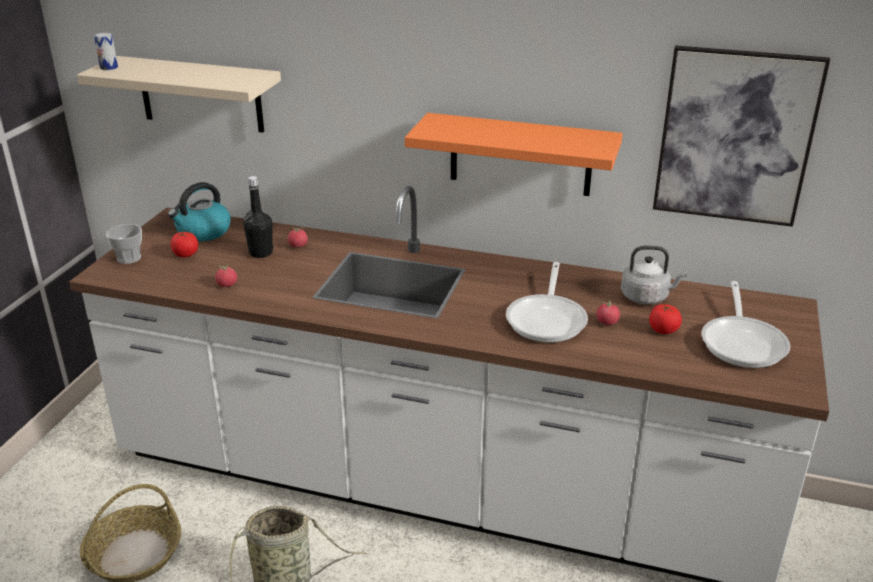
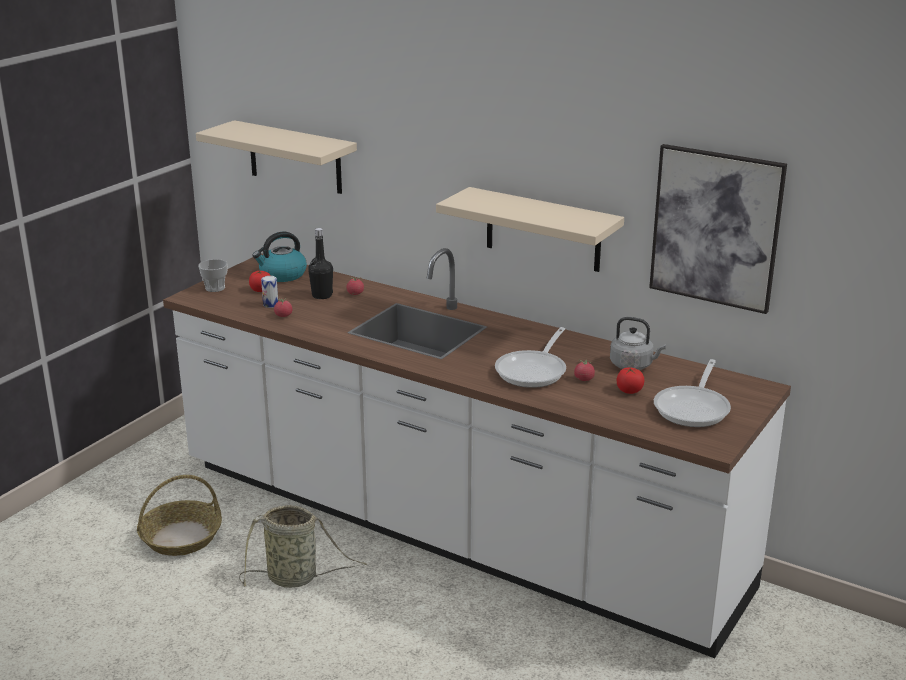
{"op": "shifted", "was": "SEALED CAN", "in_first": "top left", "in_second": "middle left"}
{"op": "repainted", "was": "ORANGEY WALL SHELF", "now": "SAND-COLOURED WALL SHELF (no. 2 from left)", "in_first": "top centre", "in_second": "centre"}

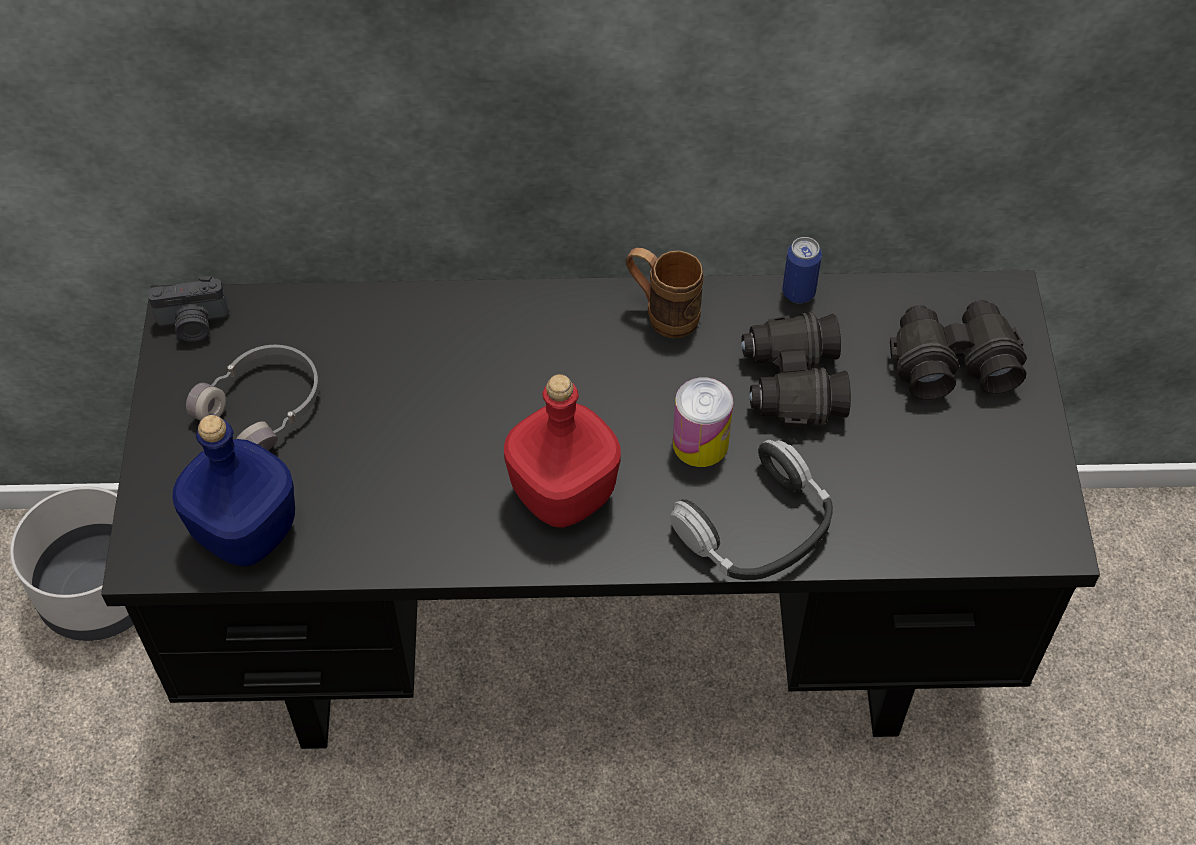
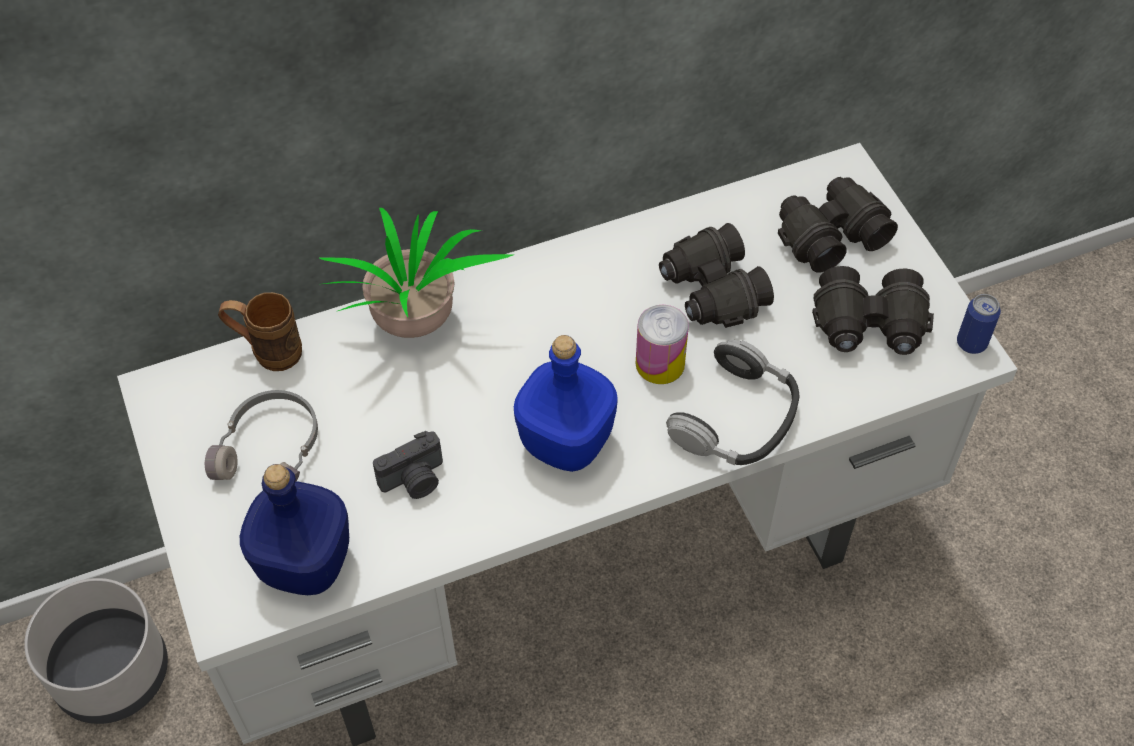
{"op": "repainted", "was": "BLACKISH DESK TABLE", "now": "WHITE DESK TABLE", "in_first": "centre", "in_second": "centre"}
{"op": "shifted", "was": "PHOTO CAMERA", "in_first": "middle left", "in_second": "centre"}
{"op": "repainted", "was": "RED-COLOURED DRINK BOTTLE", "now": "BLUE-COLOURED DRINK BOTTLE (no. 2 from left)", "in_first": "centre", "in_second": "centre"}
{"op": "shifted", "was": "BROWN-COLOURED MUG", "in_first": "centre", "in_second": "middle left"}
{"op": "shifted", "was": "SEALED CAN (no. 2 from left)", "in_first": "top right", "in_second": "middle right"}
{"op": "new", "now": "POTTED PLANT", "in_second": "centre"}
{"op": "new", "now": "BLACKISH FIELD GLASSES (no. 3 from left)", "in_second": "middle right"}

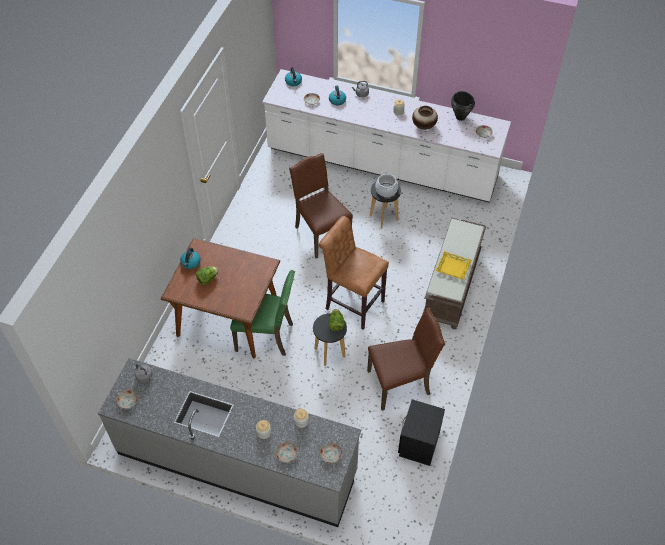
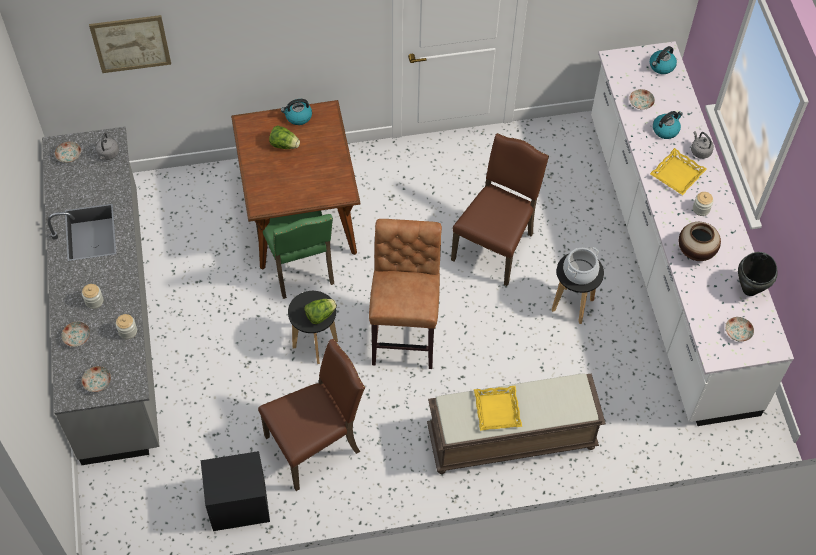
{"op": "rotated", "was": "BROWN-COLOURED PLAIN CHAIR (no. 2 from left in the first image)", "in_first": "centre", "in_second": "bottom centre", "clockwise": -75}
{"op": "new", "now": "PICTURE", "in_second": "top left"}
{"op": "new", "now": "YELLOW-COLOURED TRAY (no. 2 from left)", "in_second": "top right"}

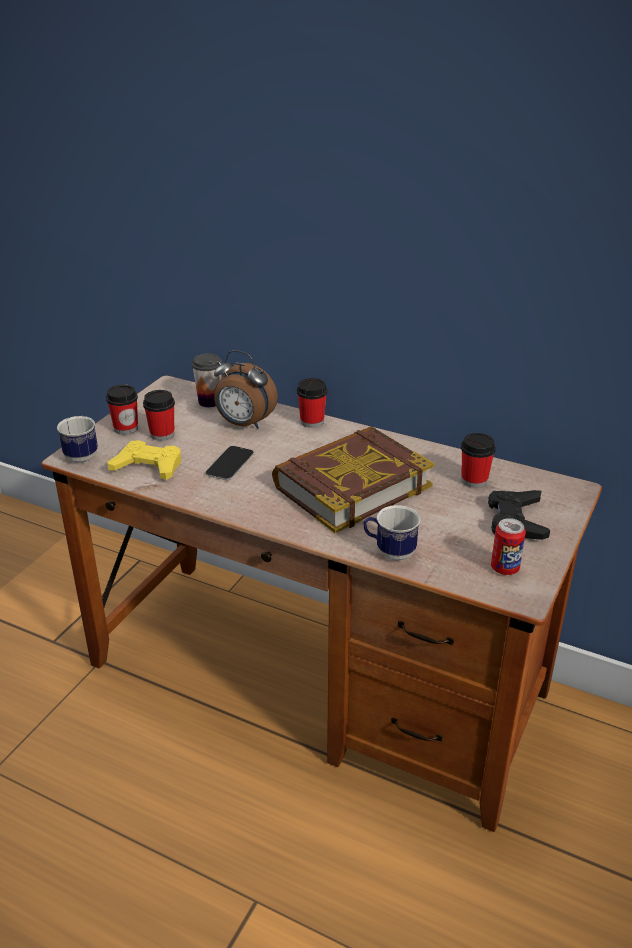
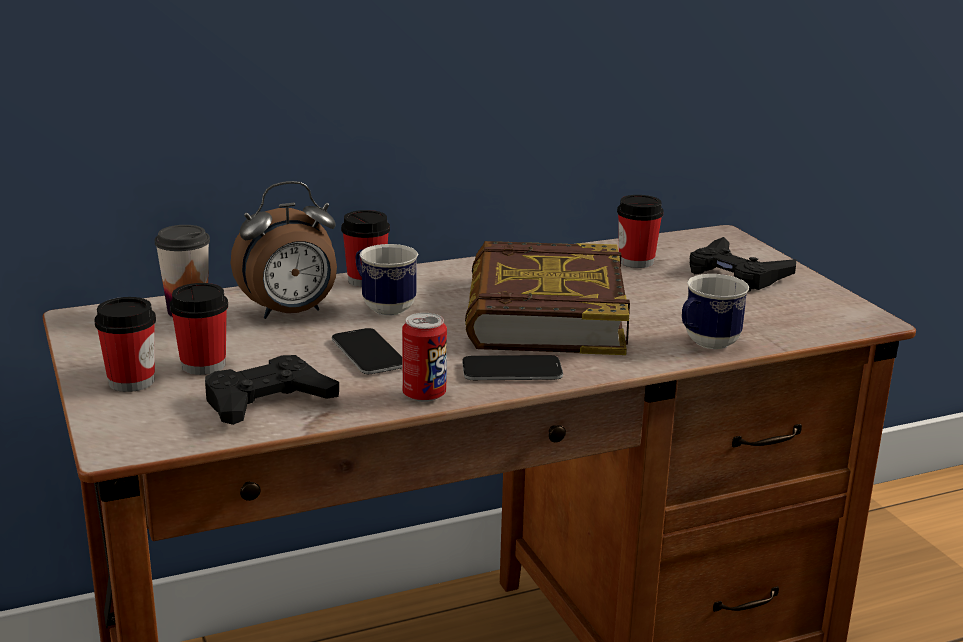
{"op": "shifted", "was": "MUG (no. 1 from left)", "in_first": "middle left", "in_second": "centre"}
{"op": "repainted", "was": "YELLOW-COLOURED JOYPAD", "now": "BLACKISH JOYPAD (no. 1 from left)", "in_first": "middle left", "in_second": "middle left"}
{"op": "shifted", "was": "SEALED CAN", "in_first": "middle right", "in_second": "centre"}
{"op": "new", "now": "TELEPHONE (no. 2 from left)", "in_second": "centre"}

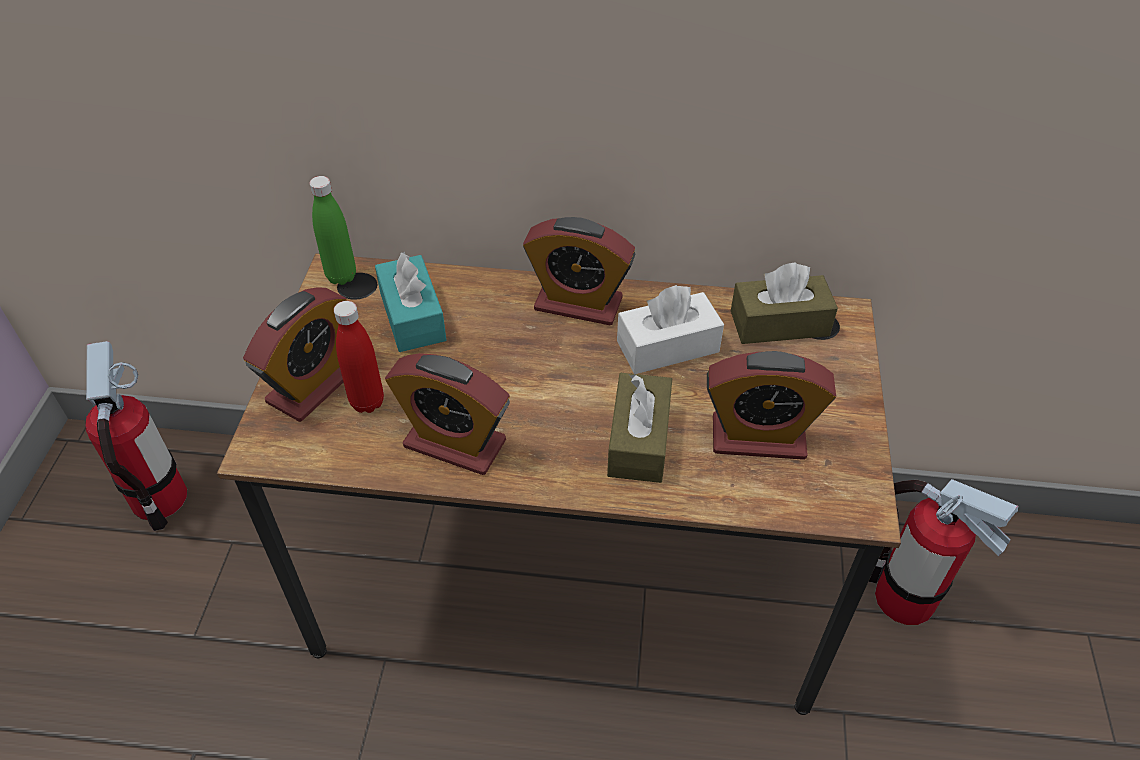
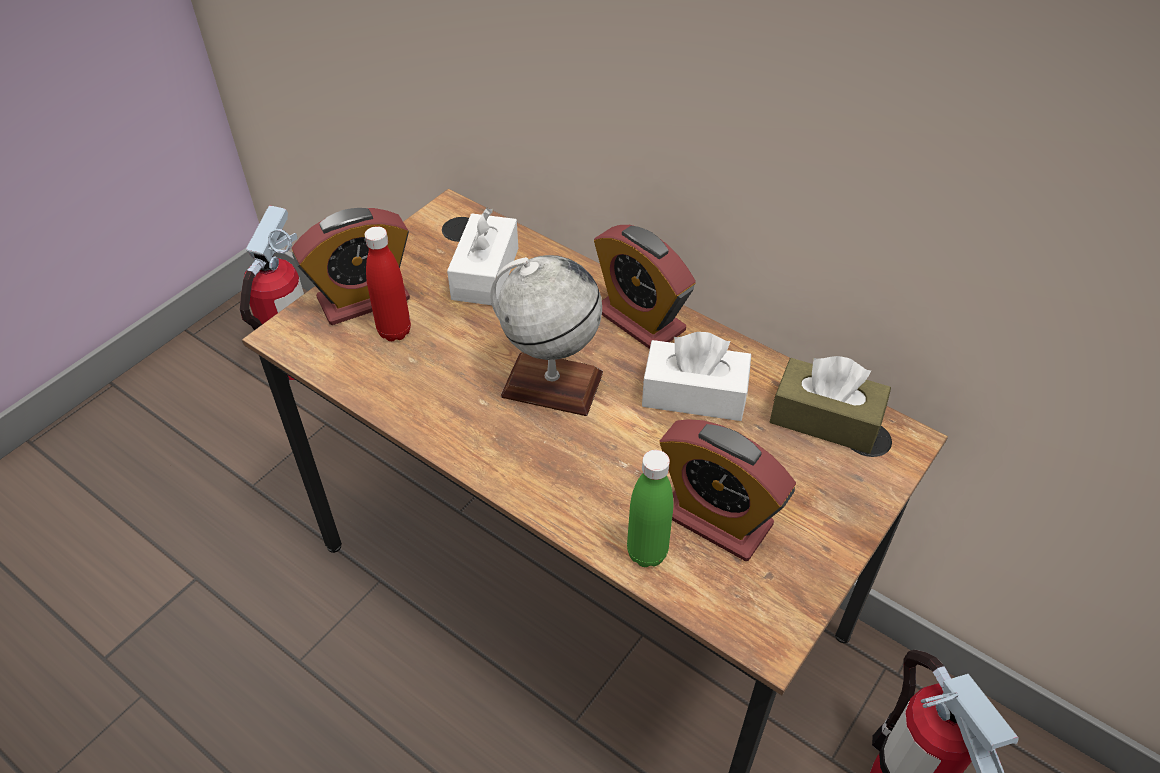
{"op": "shifted", "was": "GREENISH DRINK BOTTLE", "in_first": "top left", "in_second": "centre"}
{"op": "repainted", "was": "TURQUOISE-COLOURED TISSUE HOLDER", "now": "WHITE TISSUE HOLDER (no. 1 from left)", "in_first": "centre", "in_second": "top centre"}
{"op": "gone", "was": "ALARM CLOCK (no. 2 from left)", "in_first": "centre"}
{"op": "gone", "was": "BROWN-COLOURED TISSUE HOLDER (no. 1 from left)", "in_first": "centre"}
{"op": "new", "now": "DESK GLOBE", "in_second": "centre"}

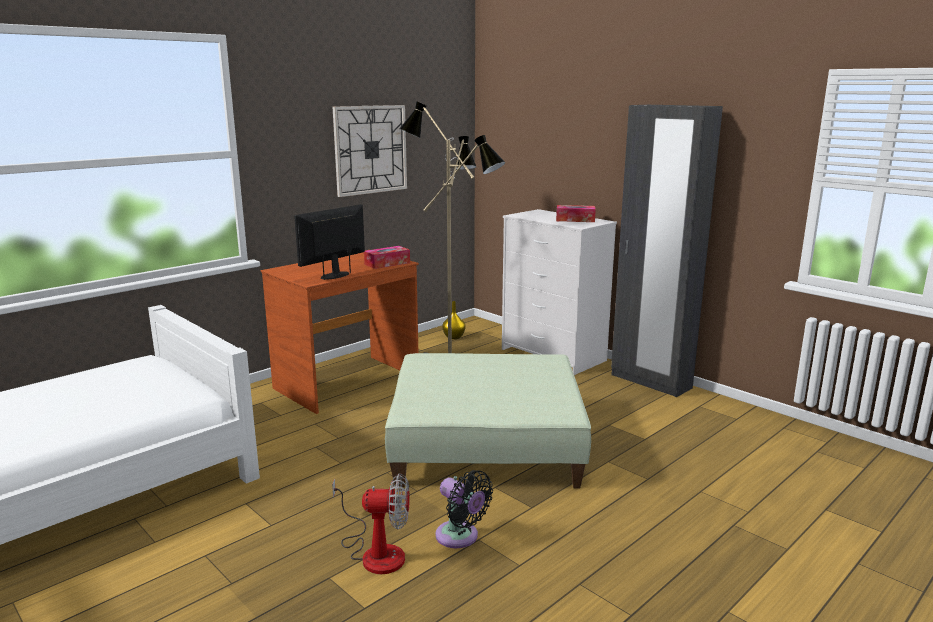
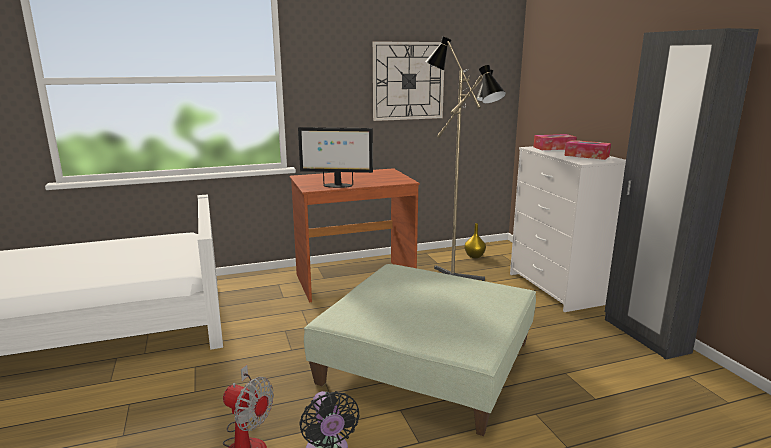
{"op": "rotated", "was": "COMPUTER DISPLAY", "in_first": "centre", "in_second": "centre", "clockwise": -150}
{"op": "shifted", "was": "TISSUE HOLDER (no. 1 from left)", "in_first": "centre", "in_second": "top right"}

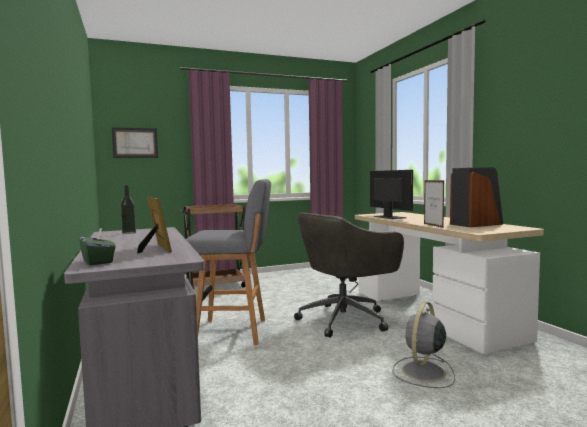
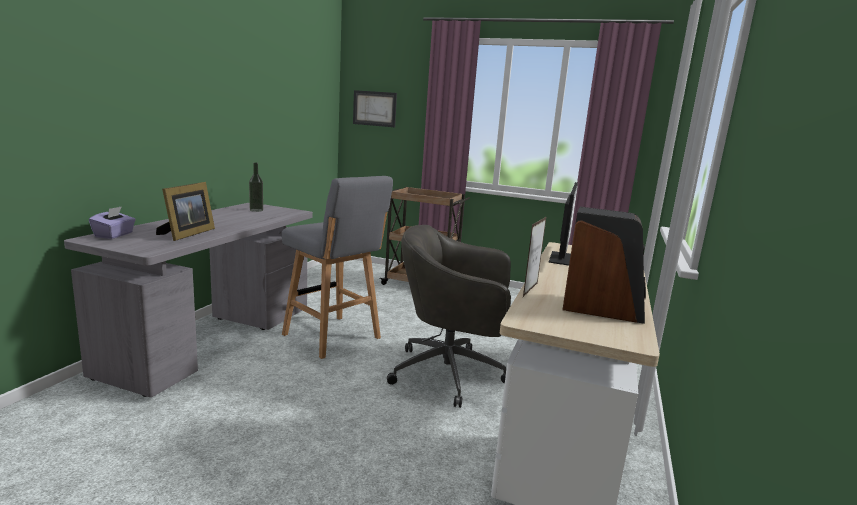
{"op": "repainted", "was": "GREENISH TISSUE HOLDER", "now": "PURPLE TISSUE HOLDER", "in_first": "middle left", "in_second": "middle left"}
{"op": "gone", "was": "GRAY FAN", "in_first": "bottom right"}

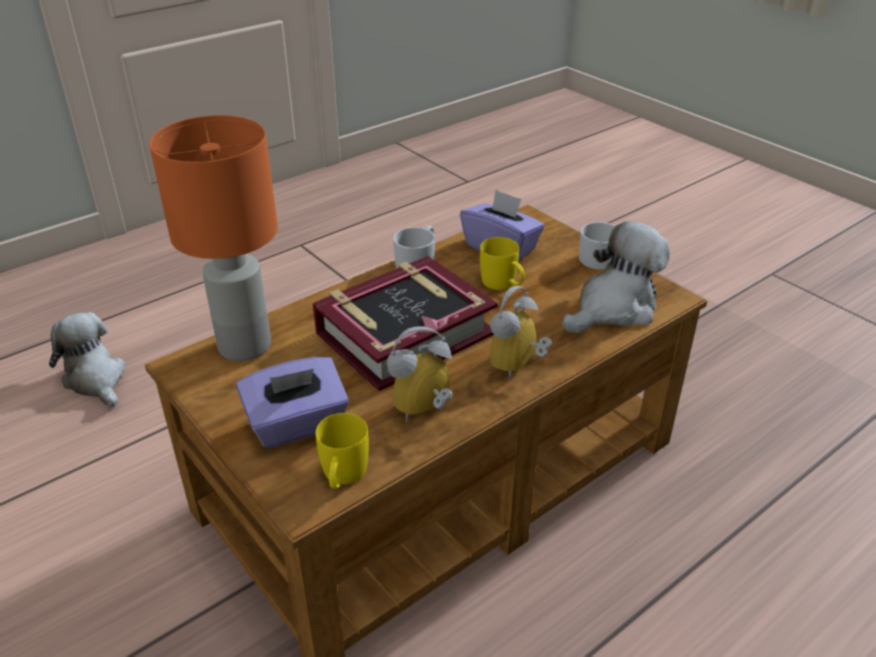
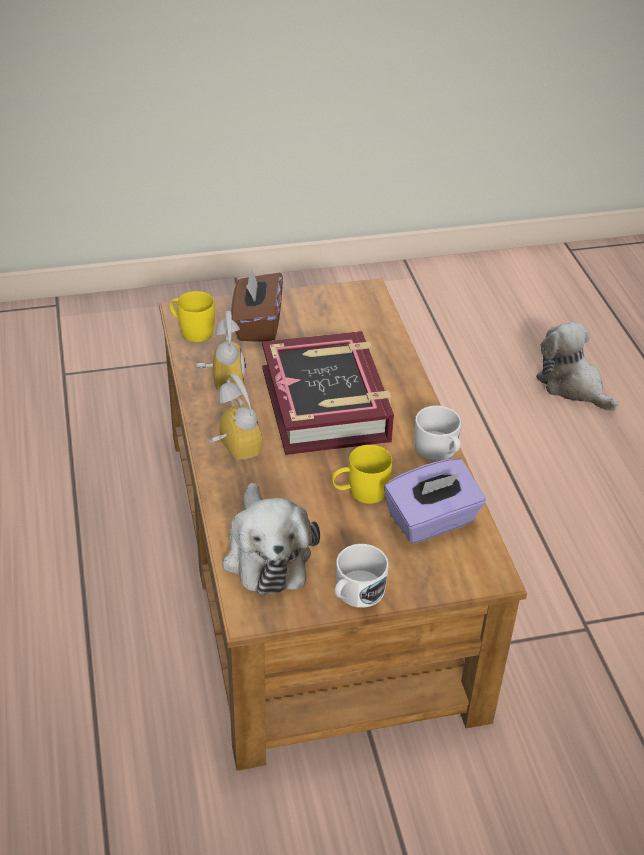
{"op": "rotated", "was": "SOFT TOY (no. 1 from left in the first image)", "in_first": "middle left", "in_second": "middle right", "clockwise": -120}
{"op": "gone", "was": "ORANGEY TABLE LAMP", "in_first": "middle left"}
{"op": "repainted", "was": "PURPLE TISSUE HOLDER (no. 1 from left)", "now": "BROWN-COLOURED TISSUE HOLDER", "in_first": "centre", "in_second": "centre"}

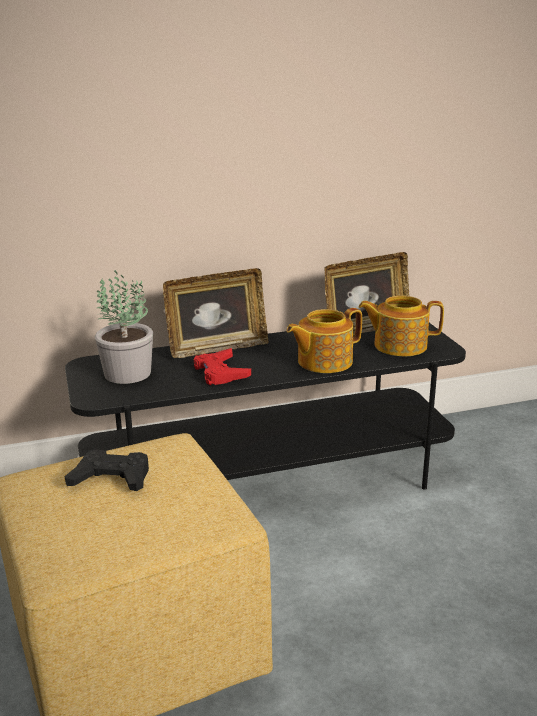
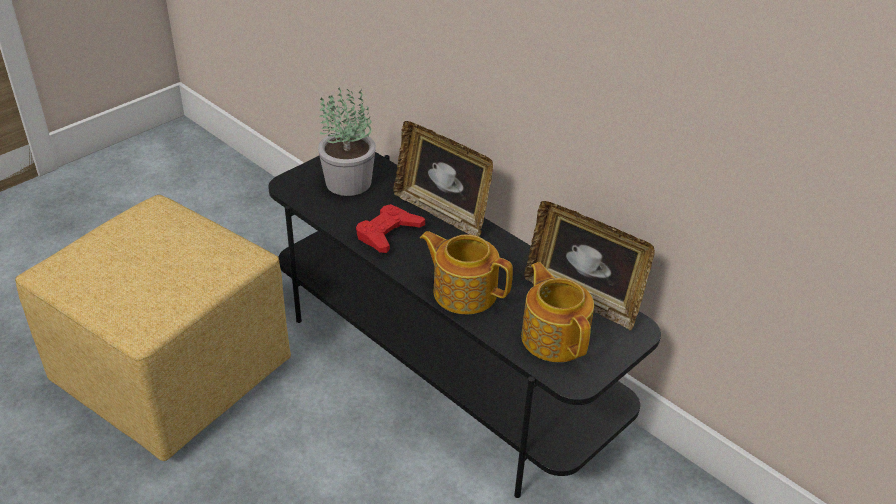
{"op": "gone", "was": "BLACKISH JOYPAD", "in_first": "middle left"}

